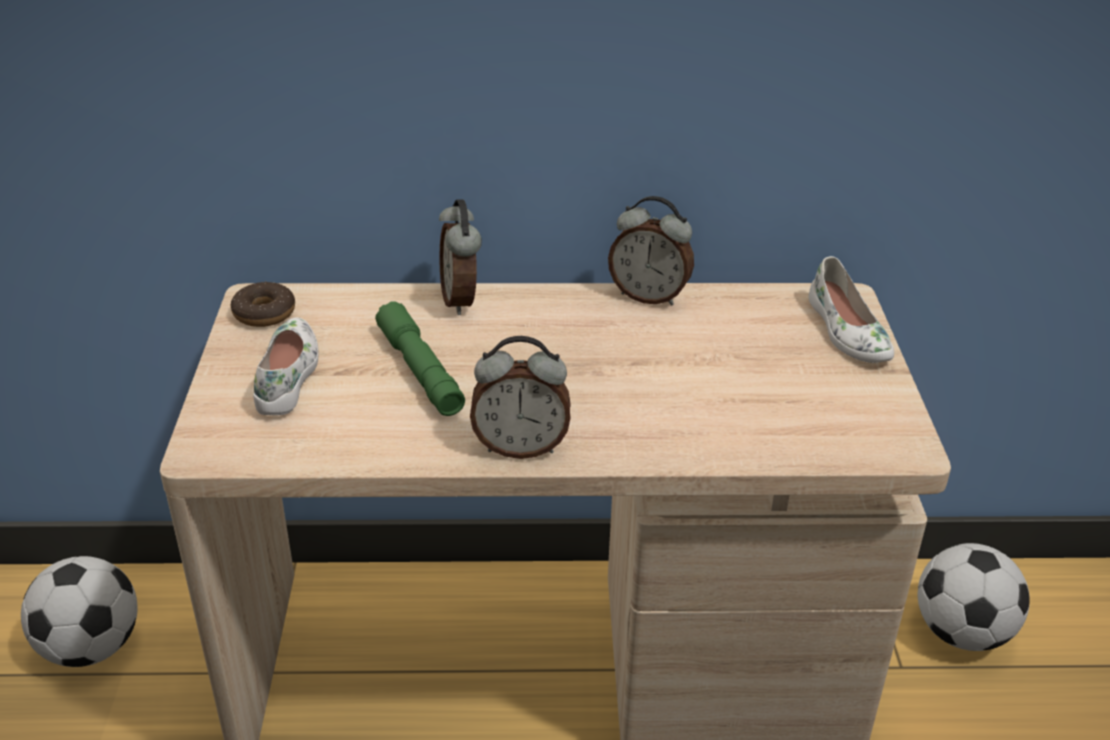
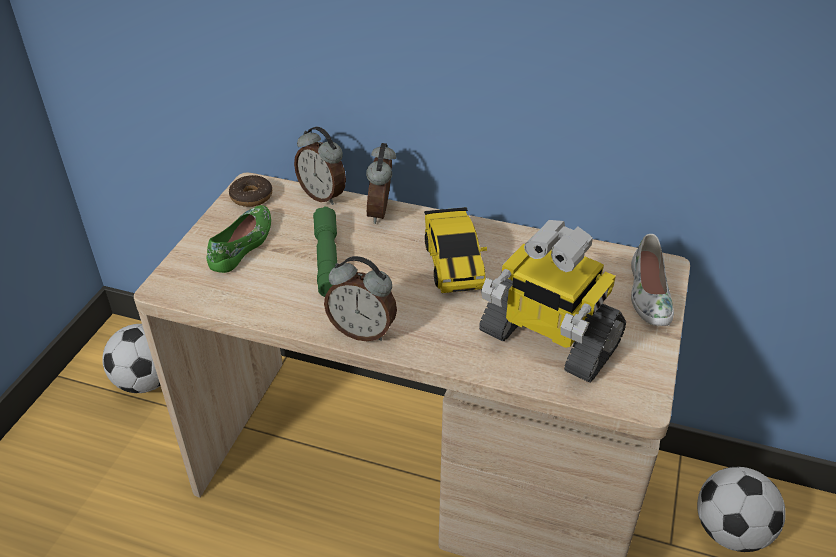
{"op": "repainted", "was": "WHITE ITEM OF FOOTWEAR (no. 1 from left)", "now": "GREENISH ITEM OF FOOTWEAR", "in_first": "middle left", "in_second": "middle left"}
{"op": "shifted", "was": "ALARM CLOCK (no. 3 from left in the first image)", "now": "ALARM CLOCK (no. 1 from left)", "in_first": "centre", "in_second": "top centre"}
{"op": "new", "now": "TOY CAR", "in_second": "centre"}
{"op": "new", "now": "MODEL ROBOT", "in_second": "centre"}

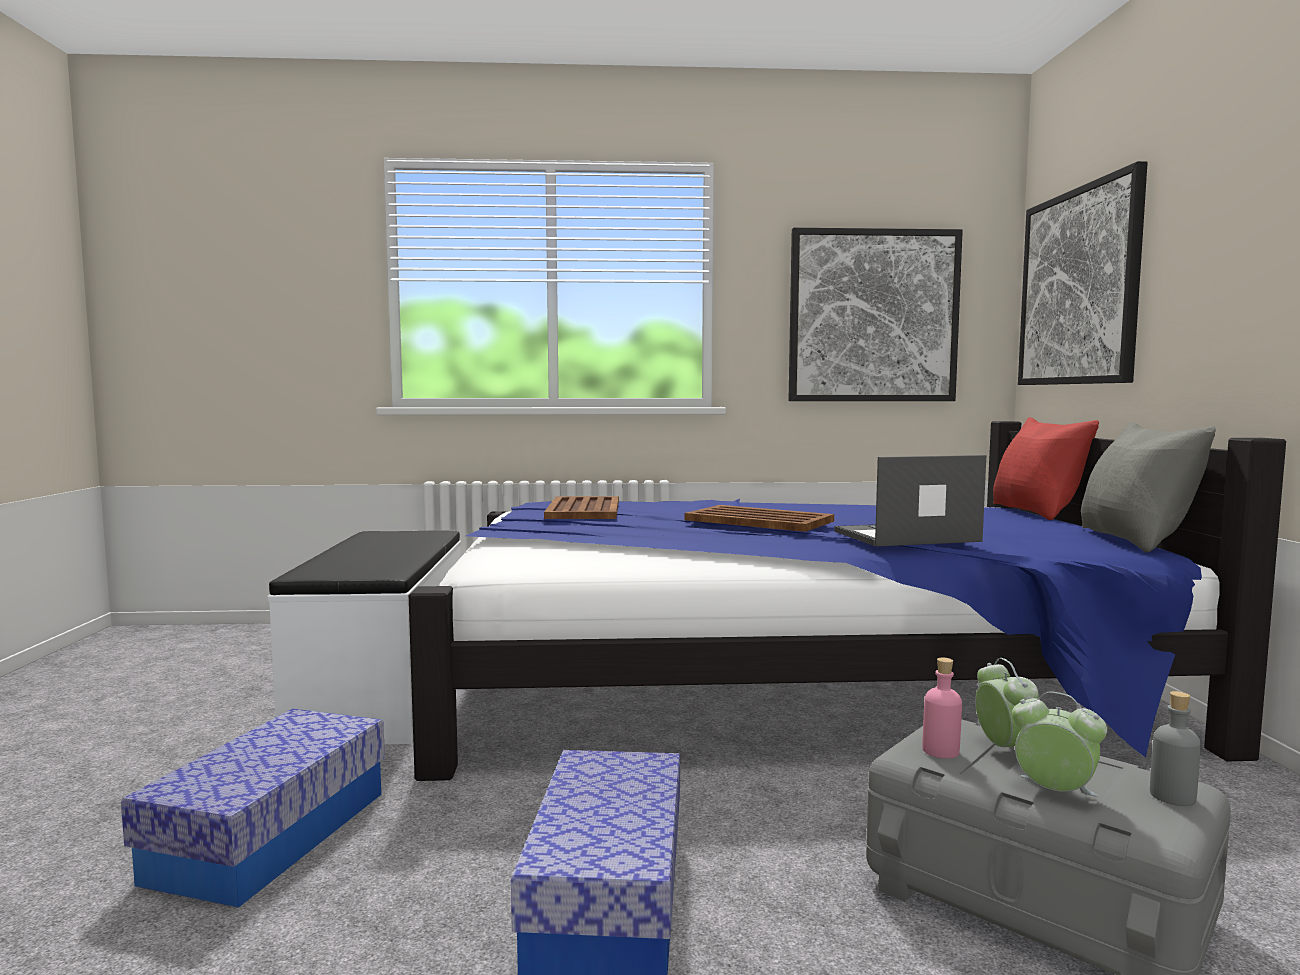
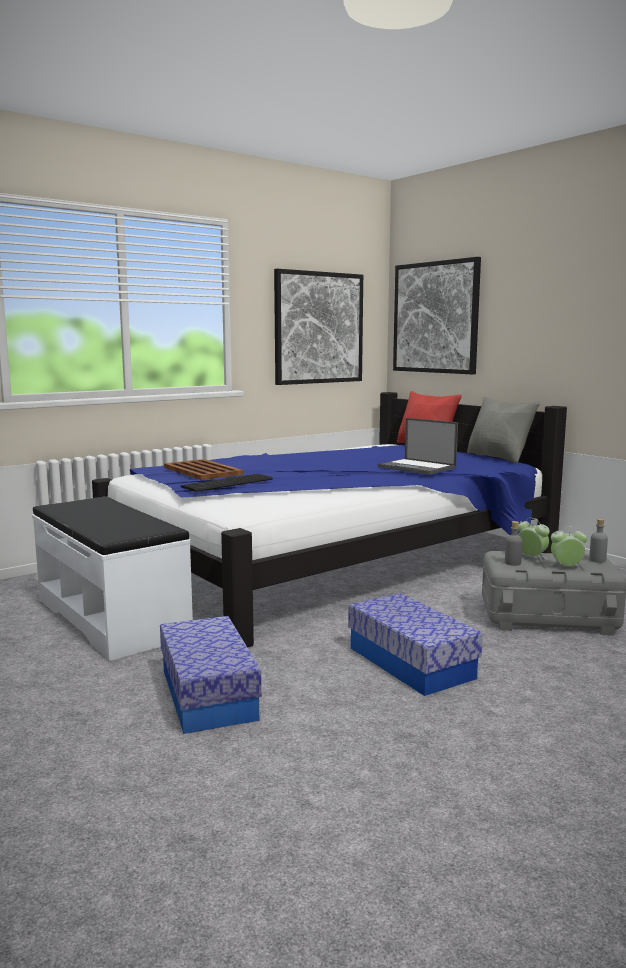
{"op": "gone", "was": "BROWN-COLOURED TRAY (no. 2 from left)", "in_first": "centre"}
{"op": "rotated", "was": "NOTEBOOK COMPUTER", "in_first": "middle right", "in_second": "middle right", "clockwise": -90}
{"op": "repainted", "was": "PINK DRINK BOTTLE", "now": "GRAY DRINK BOTTLE (no. 1 from left)", "in_first": "bottom right", "in_second": "middle right"}
{"op": "new", "now": "PC KEYBOARD", "in_second": "centre"}

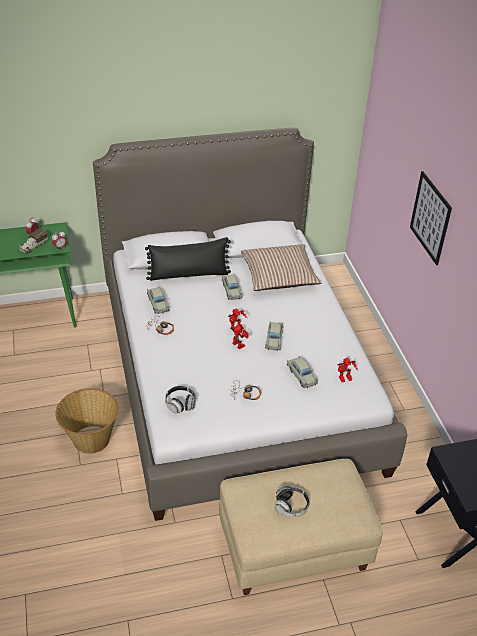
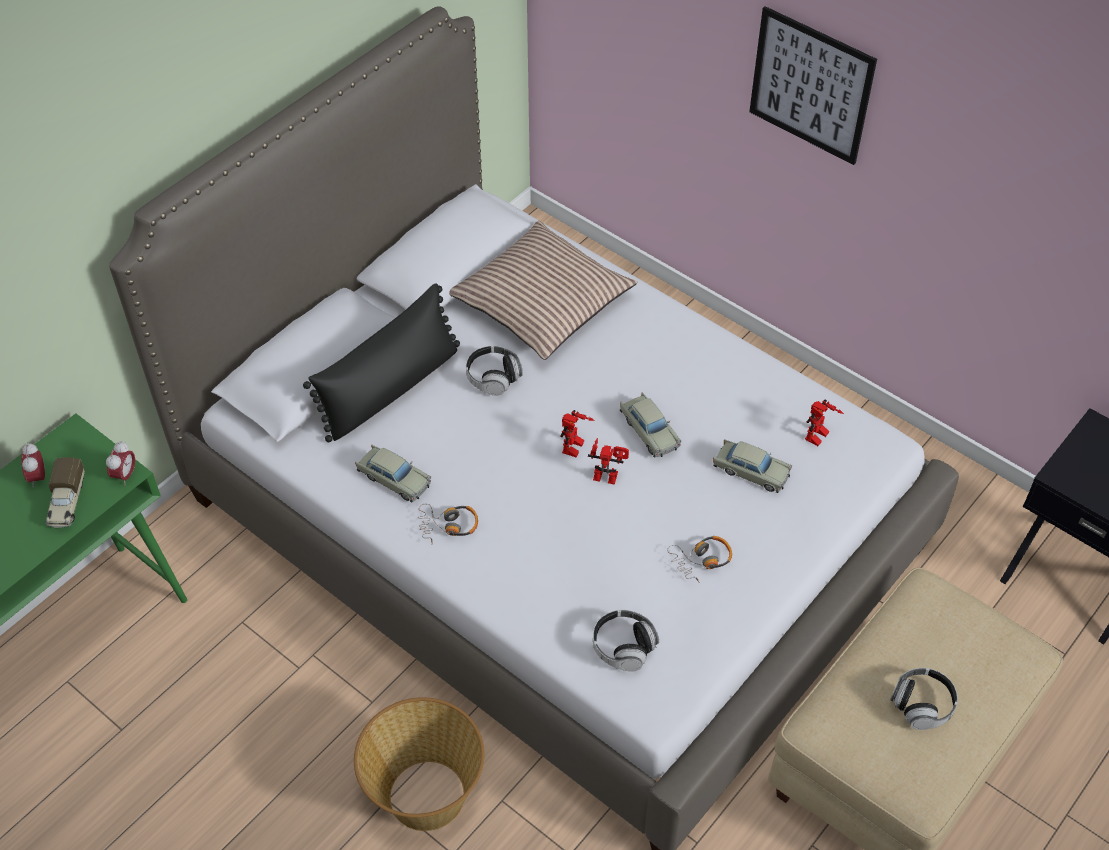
{"op": "swapped", "was": "SAND-COLOURED TOY CAR (no. 2 from left)", "now": "HEADSET (no. 2 from left)", "in_first": "centre", "in_second": "centre"}

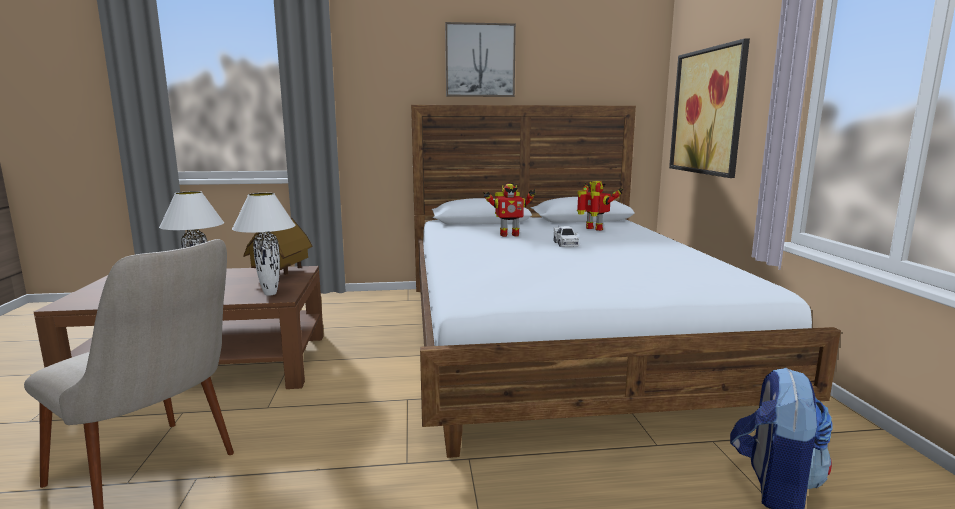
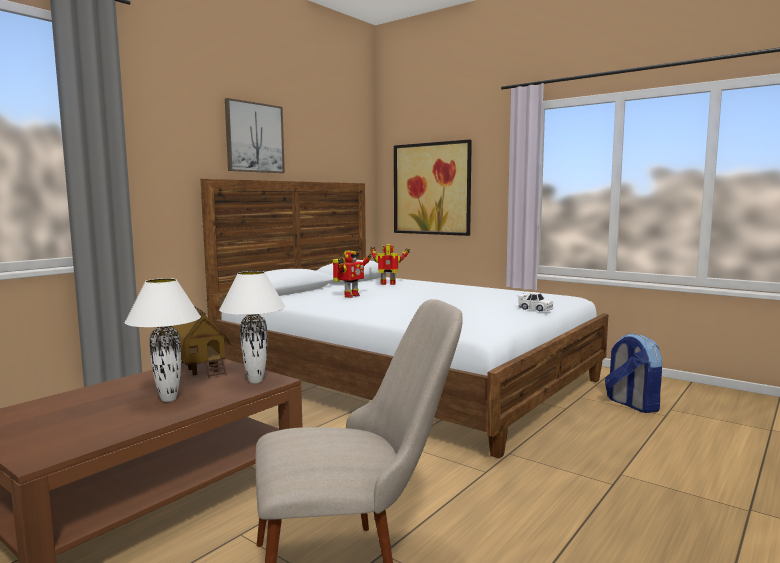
{"op": "shifted", "was": "WHITE TOY CAR", "in_first": "centre", "in_second": "middle right"}

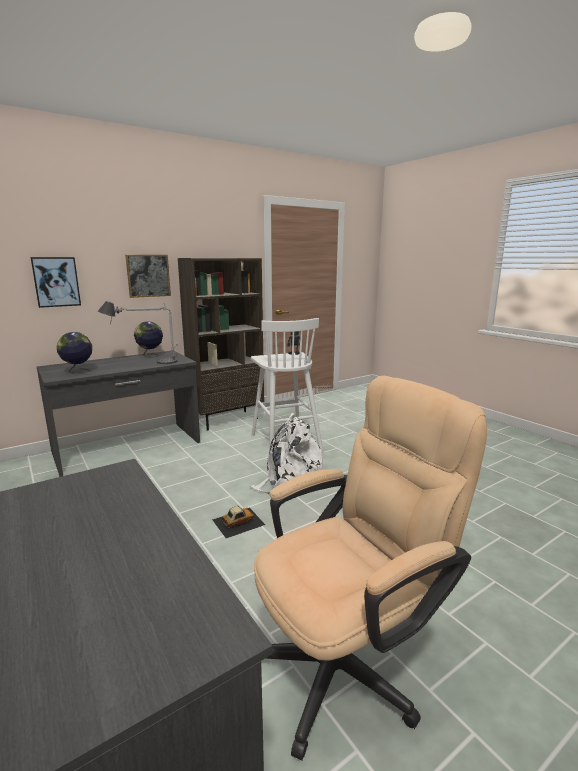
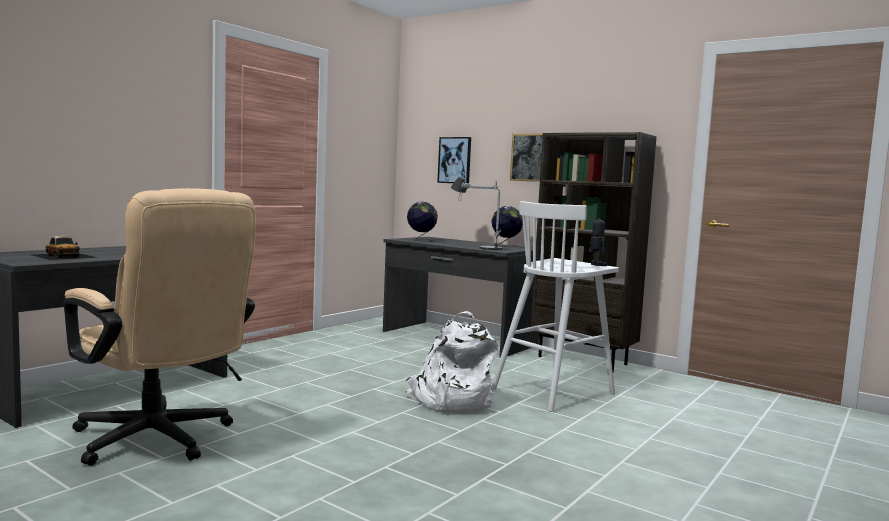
{"op": "shifted", "was": "TOY CAR", "in_first": "bottom centre", "in_second": "middle left"}

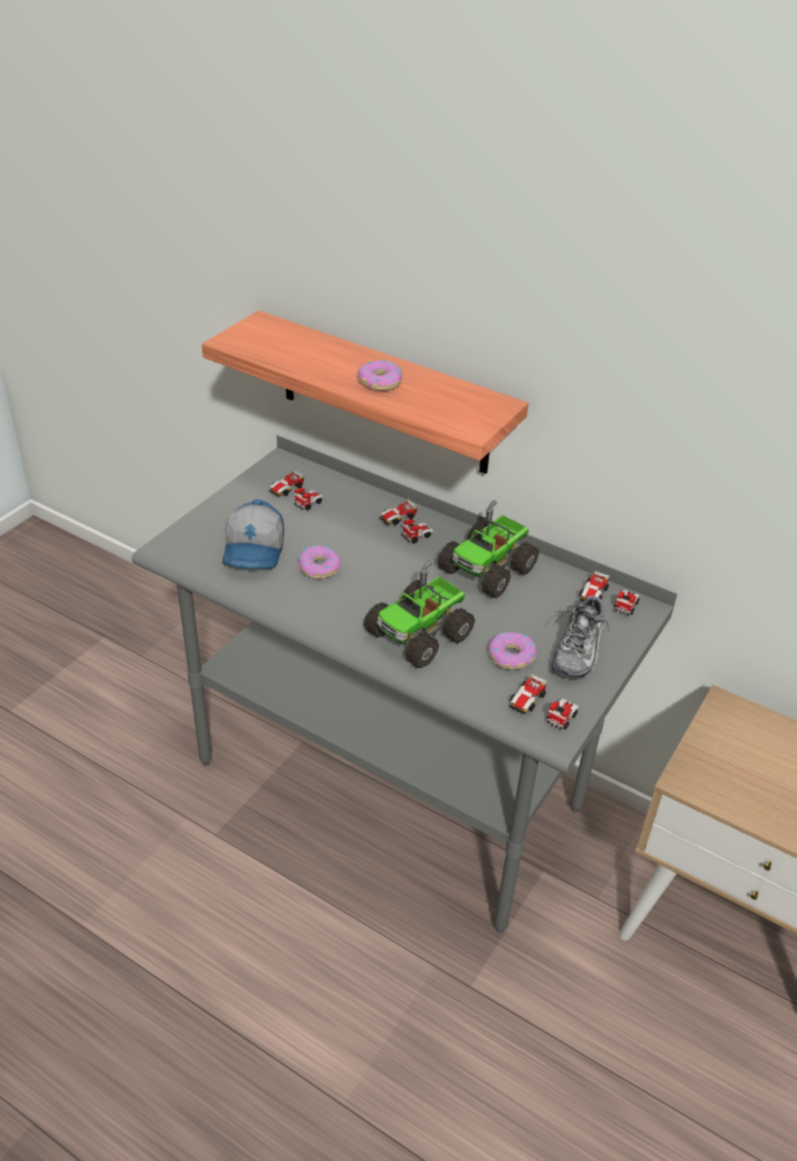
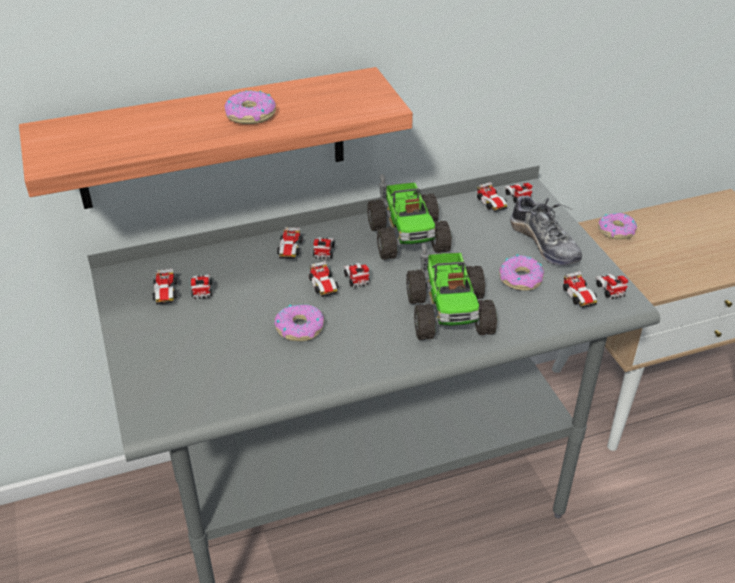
{"op": "gone", "was": "CAP", "in_first": "middle left"}
{"op": "new", "now": "TOY CAR (no. 3 from left)", "in_second": "centre"}
{"op": "new", "now": "DONUT (no. 4 from left)", "in_second": "middle right"}

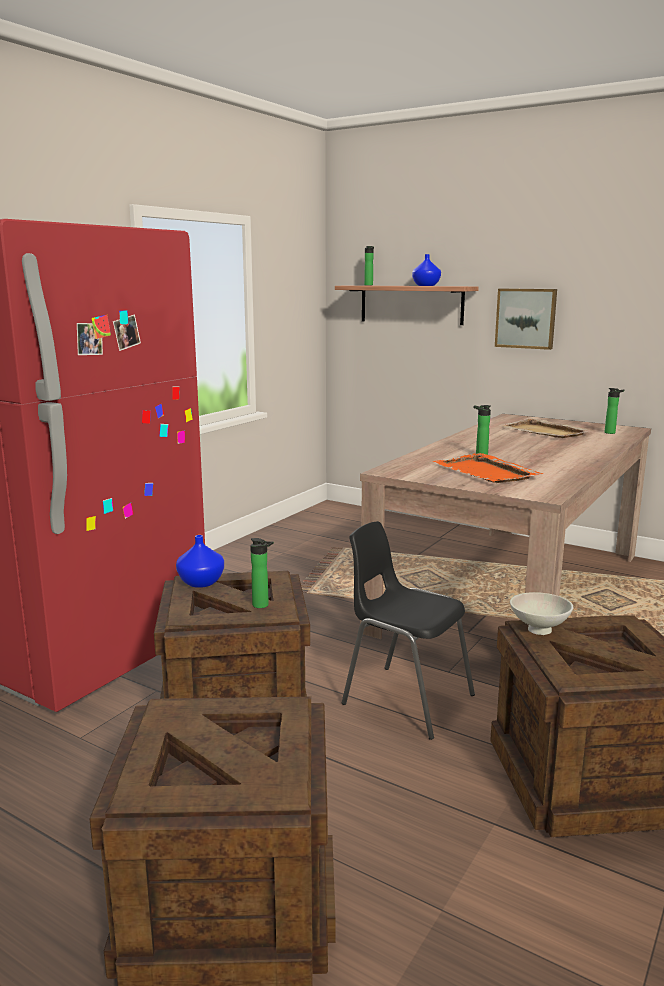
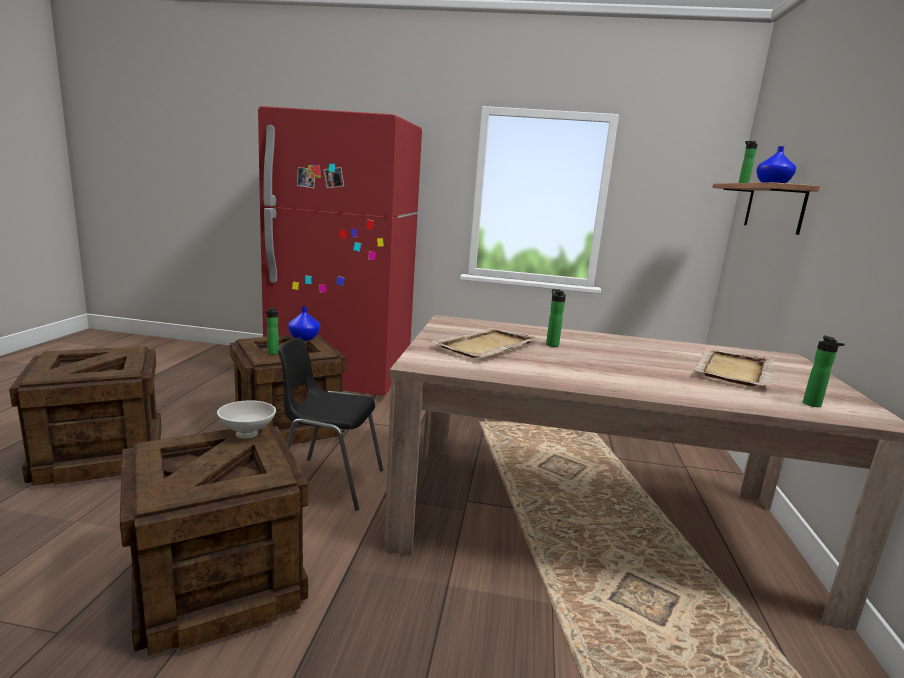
{"op": "rotated", "was": "BLACKISH PLAIN CHAIR", "in_first": "centre", "in_second": "centre", "clockwise": -90}
{"op": "repainted", "was": "ORANGEY TRAY", "now": "SAND-COLOURED TRAY (no. 1 from left)", "in_first": "middle right", "in_second": "centre"}
{"op": "gone", "was": "PICTURE", "in_first": "top right"}

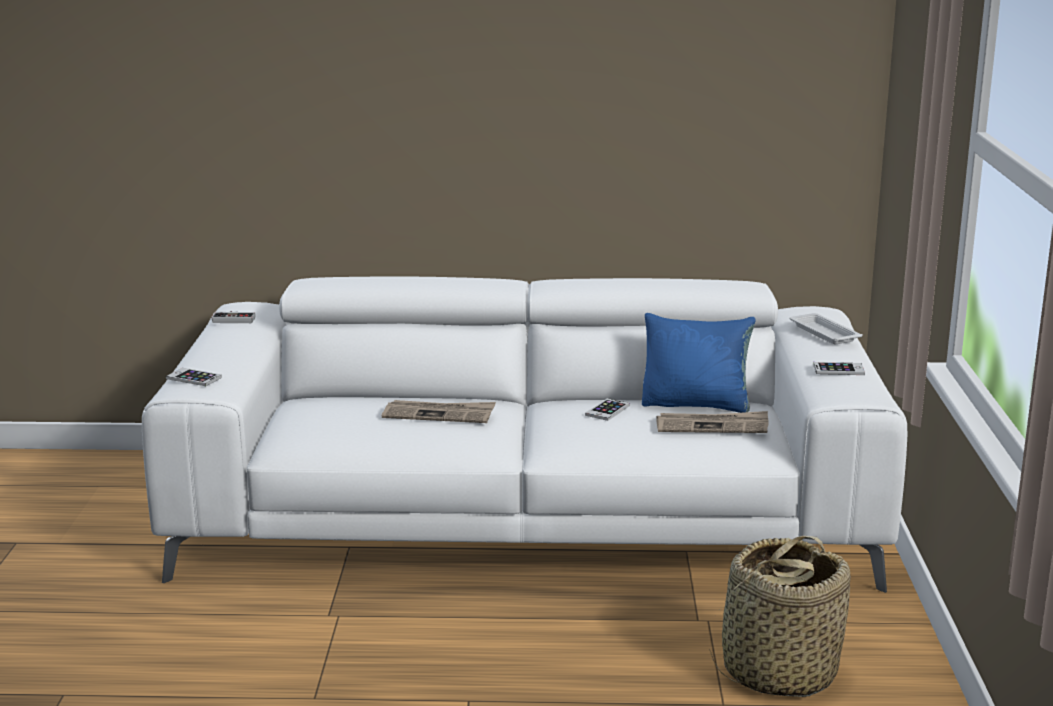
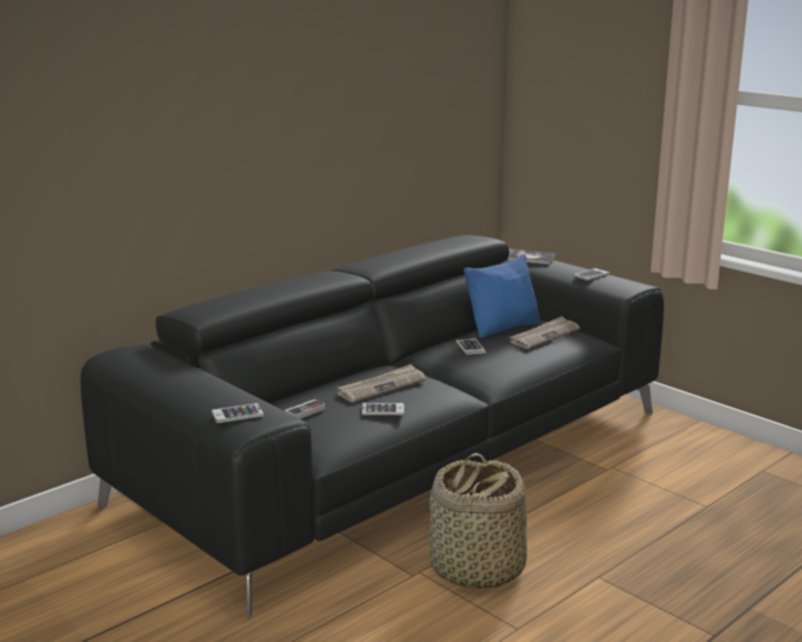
{"op": "repainted", "was": "WHITE SOFA", "now": "BLACKISH SOFA", "in_first": "centre", "in_second": "centre"}
{"op": "shifted", "was": "JOYPAD", "in_first": "middle left", "in_second": "centre"}
{"op": "shifted", "was": "BASKET", "in_first": "bottom right", "in_second": "bottom centre"}
{"op": "swapped", "was": "WHITE TRAY", "now": "VOLUME", "in_first": "middle right", "in_second": "centre"}
{"op": "new", "now": "TELEPHONE (no. 2 from left)", "in_second": "centre"}

